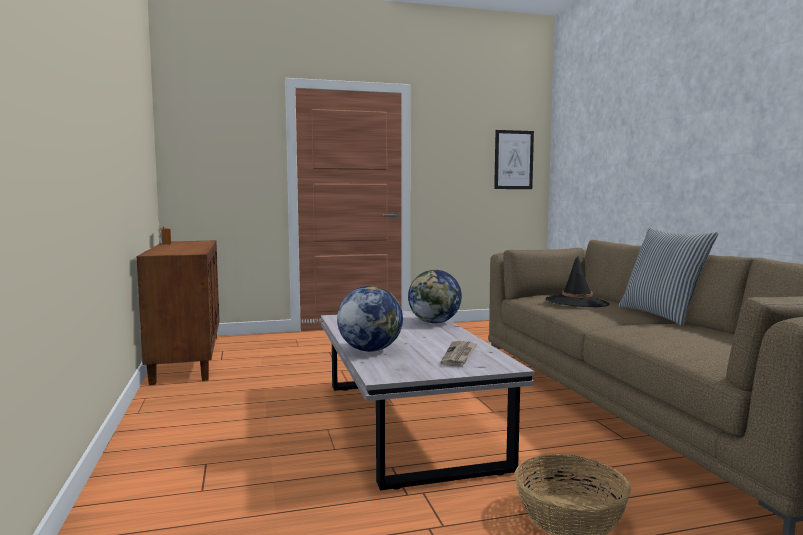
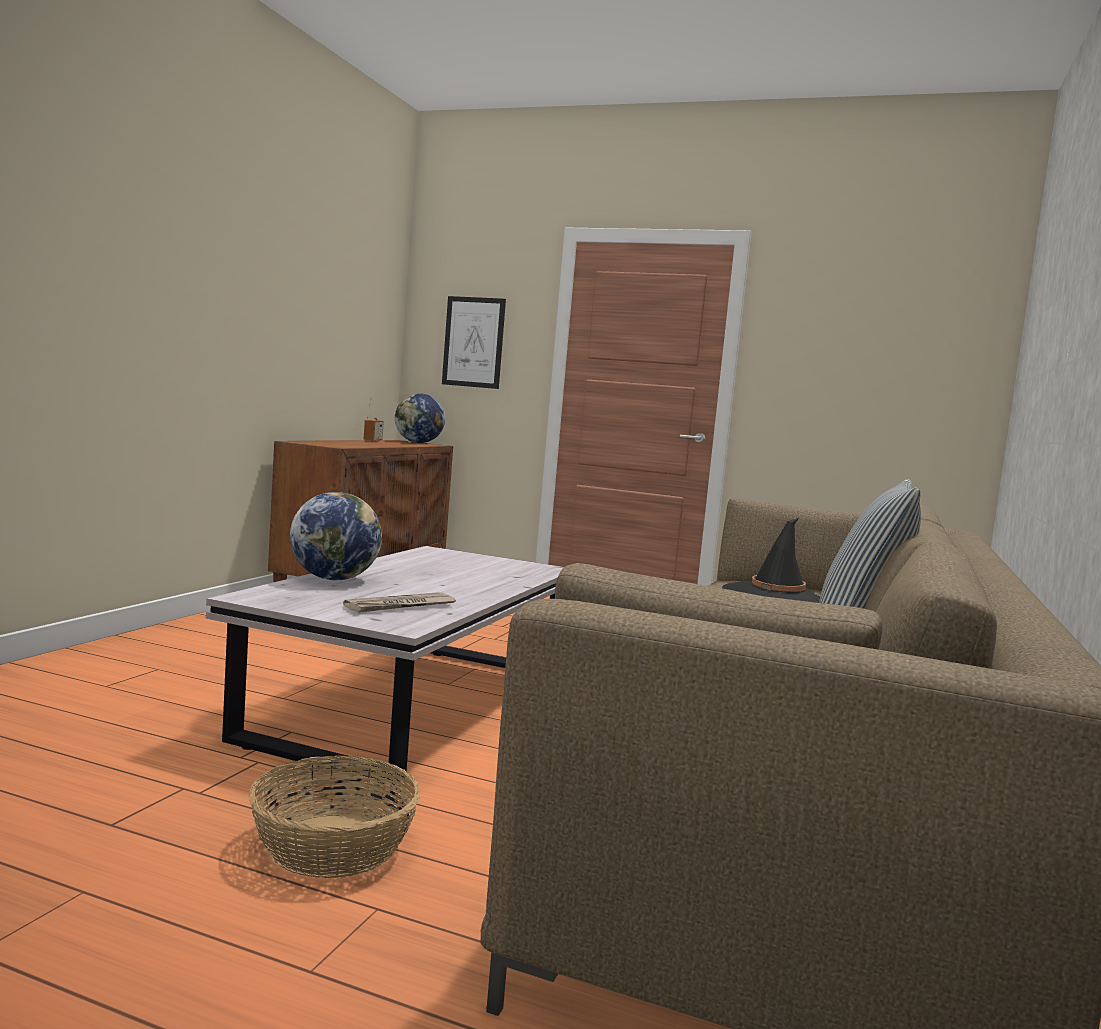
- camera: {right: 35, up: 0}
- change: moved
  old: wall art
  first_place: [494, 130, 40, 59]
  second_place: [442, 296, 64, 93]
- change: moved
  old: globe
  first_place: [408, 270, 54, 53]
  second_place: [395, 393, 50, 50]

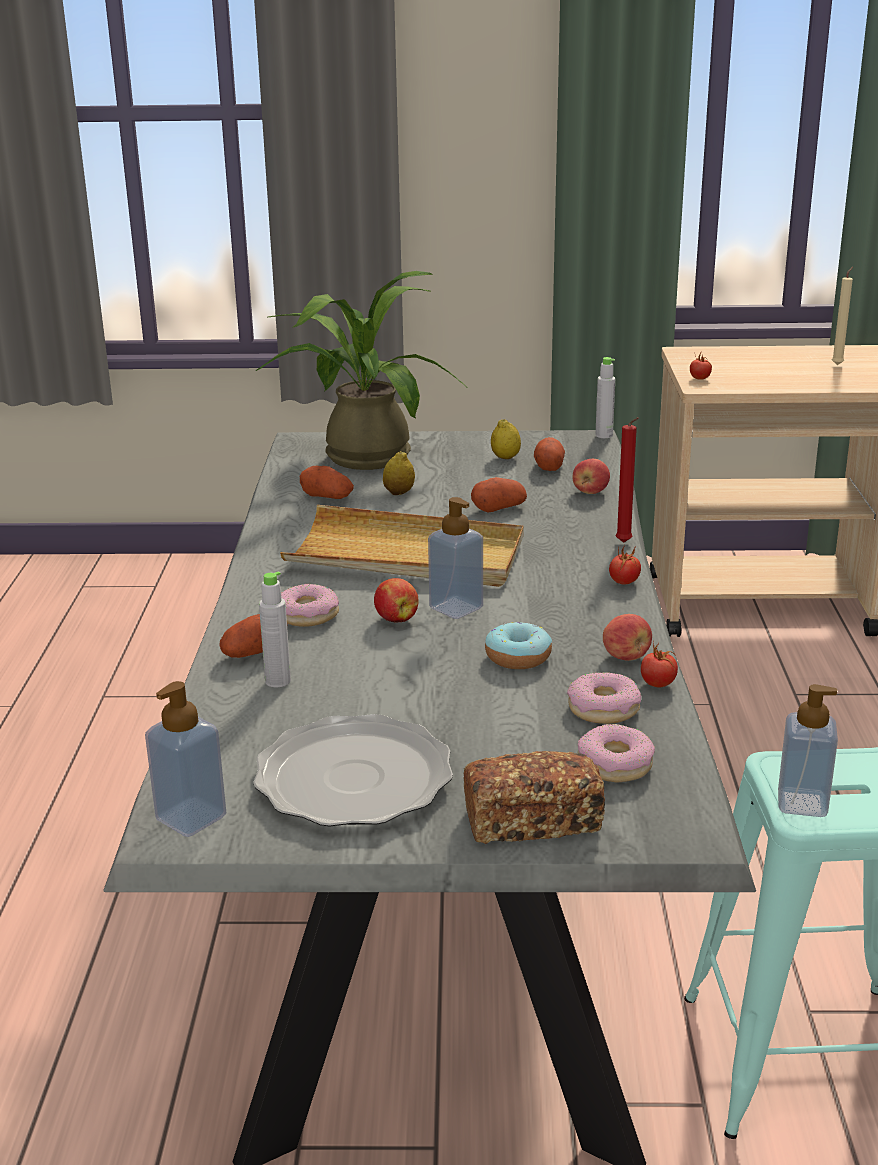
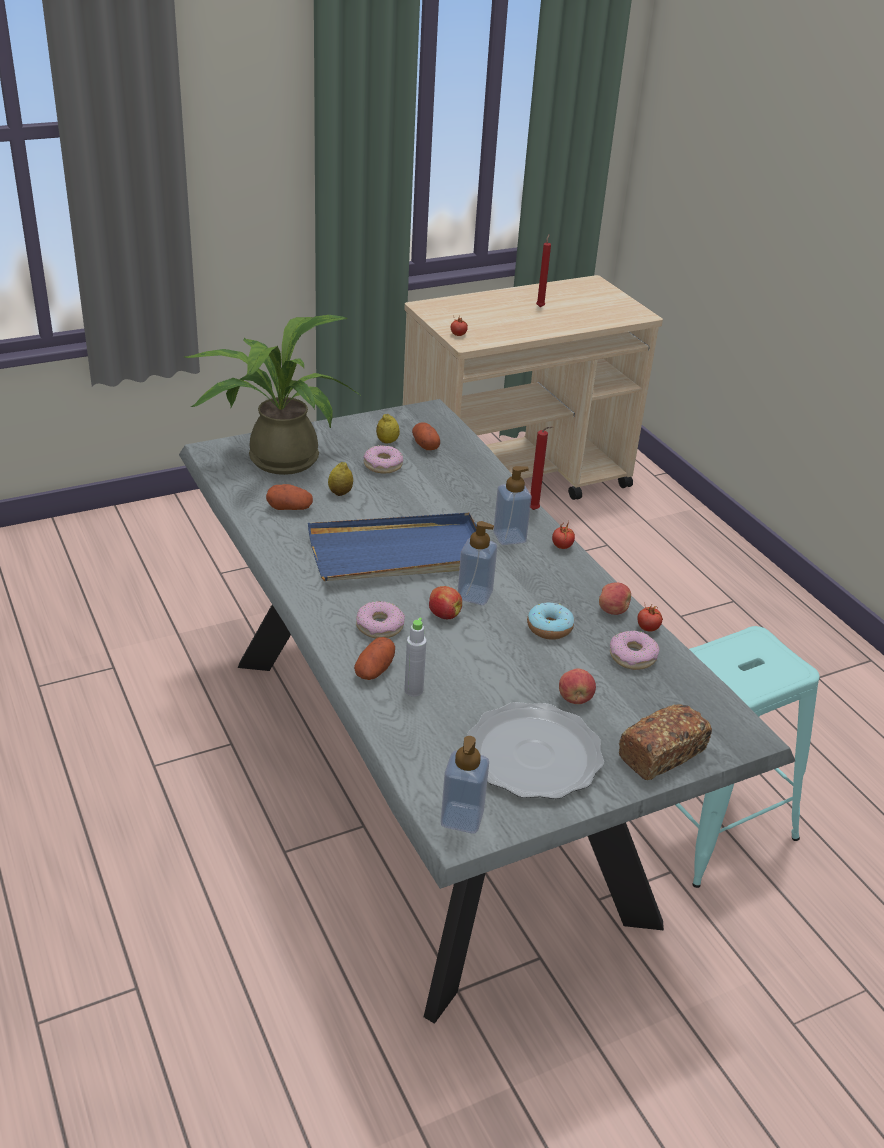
- camera: {right: -30, up: 10}
- change: recoloured
  old: beige-coloured wax light
  new: red wax light
  first_place: [832, 267, 21, 98]
  second_place: [536, 234, 15, 73]
- change: removed
  old: grey beverage bottle
  first_place: [595, 357, 20, 81]
- change: moved
  old: apple
  first_place: [572, 459, 38, 35]
  second_place: [559, 668, 37, 36]
- change: removed
  old: potato
  first_place: [471, 477, 56, 36]
- change: recoloured
  old: beige-coloured carrying tray
  new: bluish carrying tray
  first_place: [280, 505, 244, 82]
  second_place: [308, 513, 169, 68]
- change: moved
  old: liquid soap bottle
  first_place: [778, 684, 60, 133]
  second_place: [493, 466, 39, 79]
- change: moved
  old: ring doughnut
  first_place: [577, 724, 78, 58]
  second_place: [363, 445, 40, 28]

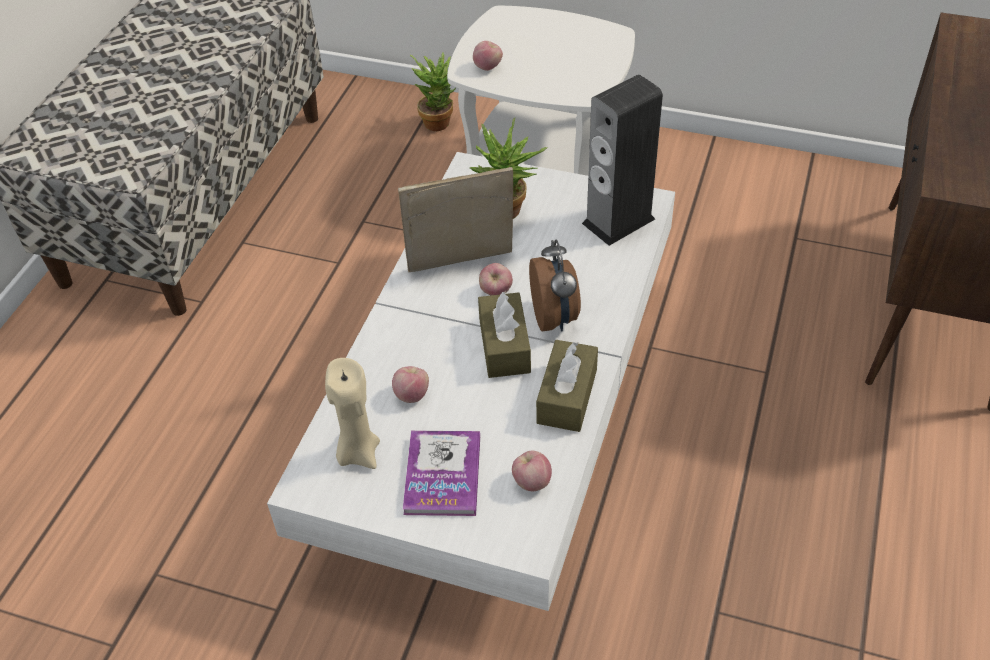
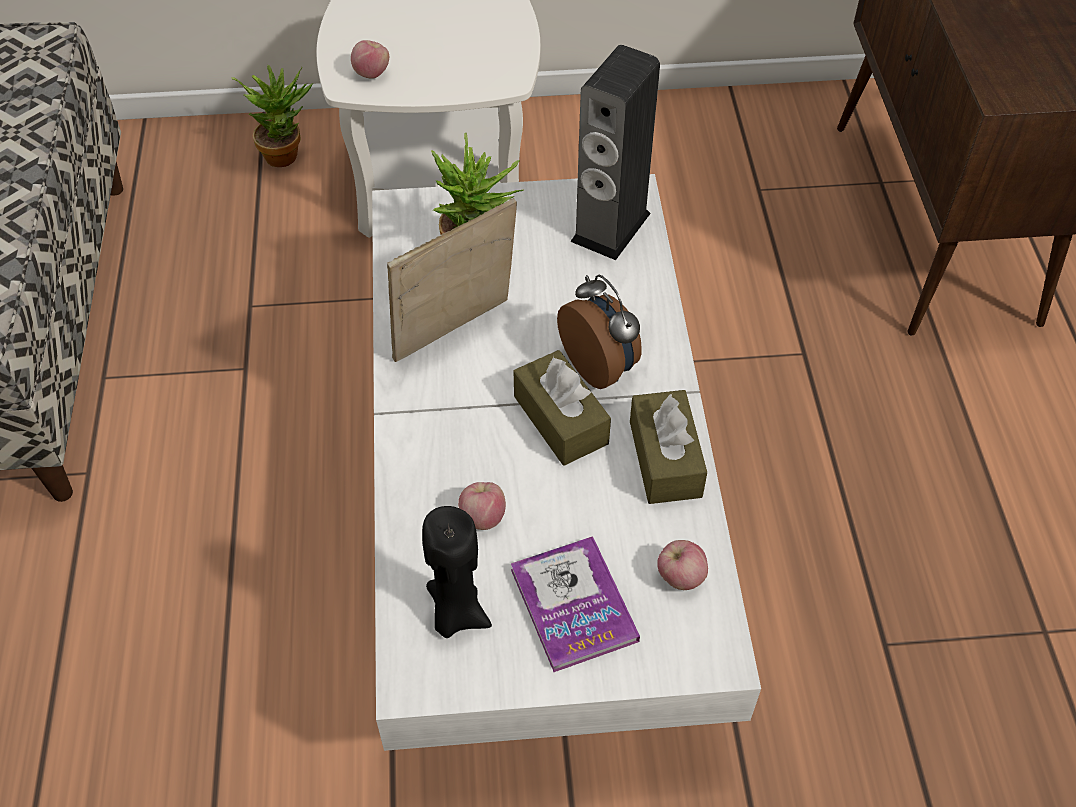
- camera: {right: -25, up: 5}
- change: removed
  old: apple
  first_place: [479, 263, 34, 32]
- change: recoloured
  old: beige-coloured wax light
  new: blackish wax light
  first_place: [325, 358, 55, 111]
  second_place: [422, 506, 70, 132]

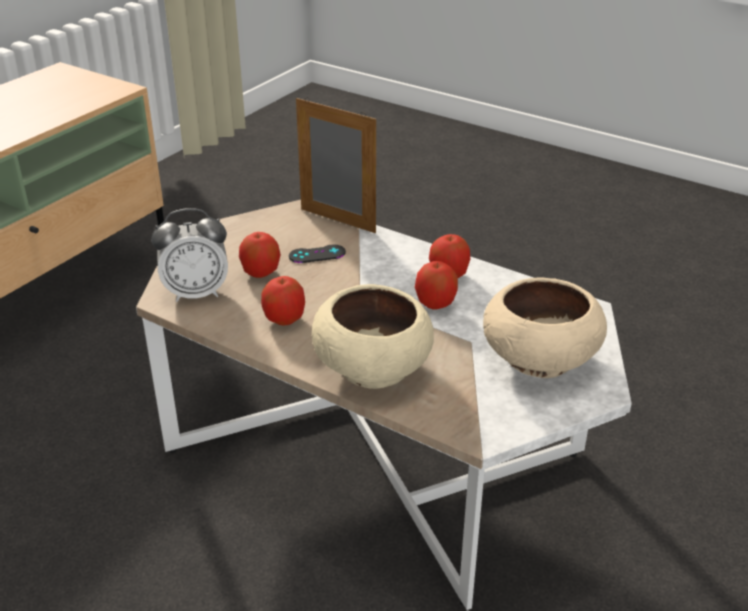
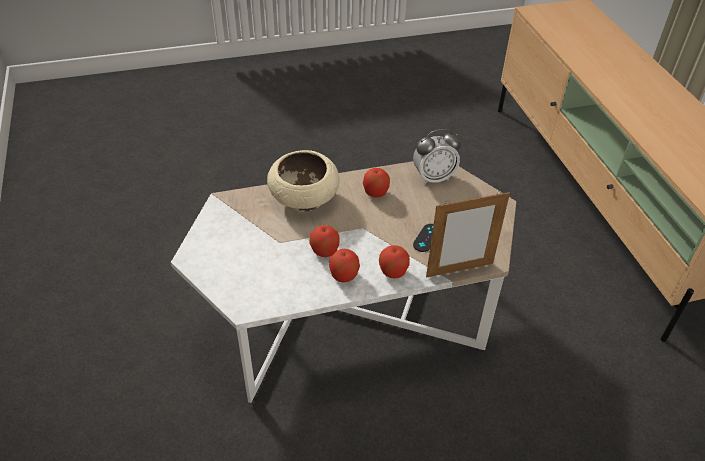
- camera: {right: 130, up: 10}
- change: turned
  old: table clock
  first_place: [151, 208, 77, 94]
  second_place: [413, 129, 48, 55]
  degrees: -135
- change: moved
  old: apple
  first_place: [239, 232, 42, 46]
  second_place: [379, 245, 31, 34]
- change: removed
  old: beige-coloured serving bowl
  first_place: [483, 277, 124, 101]

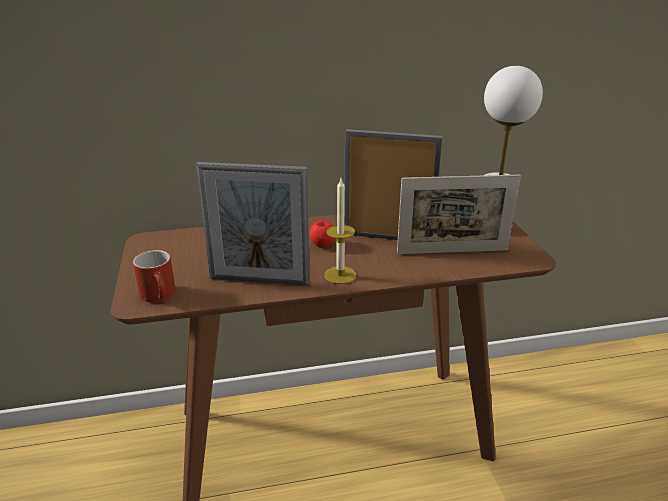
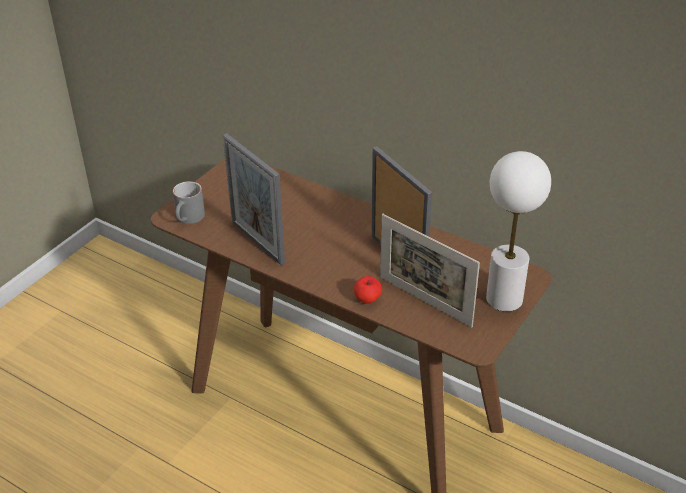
- camera: {right: 45, up: 10}
- change: removed
  old: wax light
  first_place: [324, 179, 32, 105]
- change: moved
  old: apple
  first_place: [309, 221, 27, 27]
  second_place: [354, 276, 28, 28]
- change: recoloured
  old: red mug
  new: grey mug
  first_place: [133, 250, 43, 53]
  second_place: [173, 181, 32, 43]

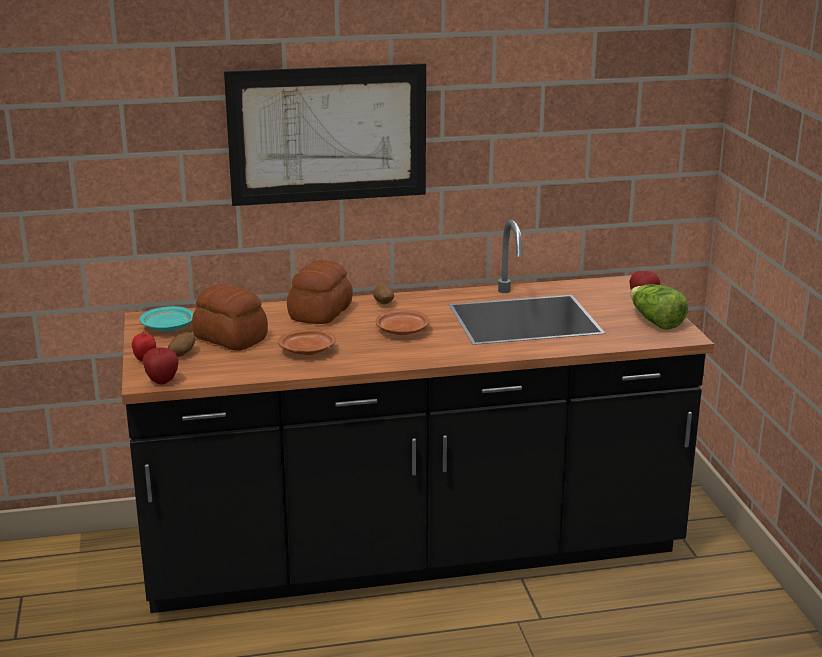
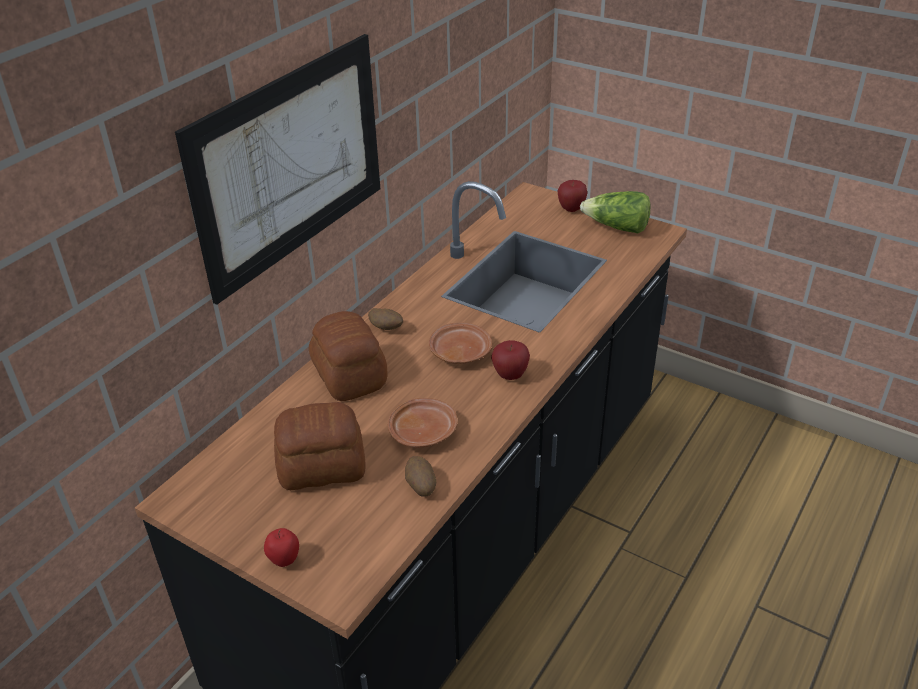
- camera: {right: -45, up: 15}
- change: removed
  old: blue-green dinner plate
  first_place: [140, 306, 54, 26]
- change: moved
  old: potato
  first_place: [168, 332, 27, 25]
  second_place: [405, 456, 31, 40]
- change: moved
  old: apple
  first_place: [142, 347, 37, 37]
  second_place: [491, 340, 39, 40]

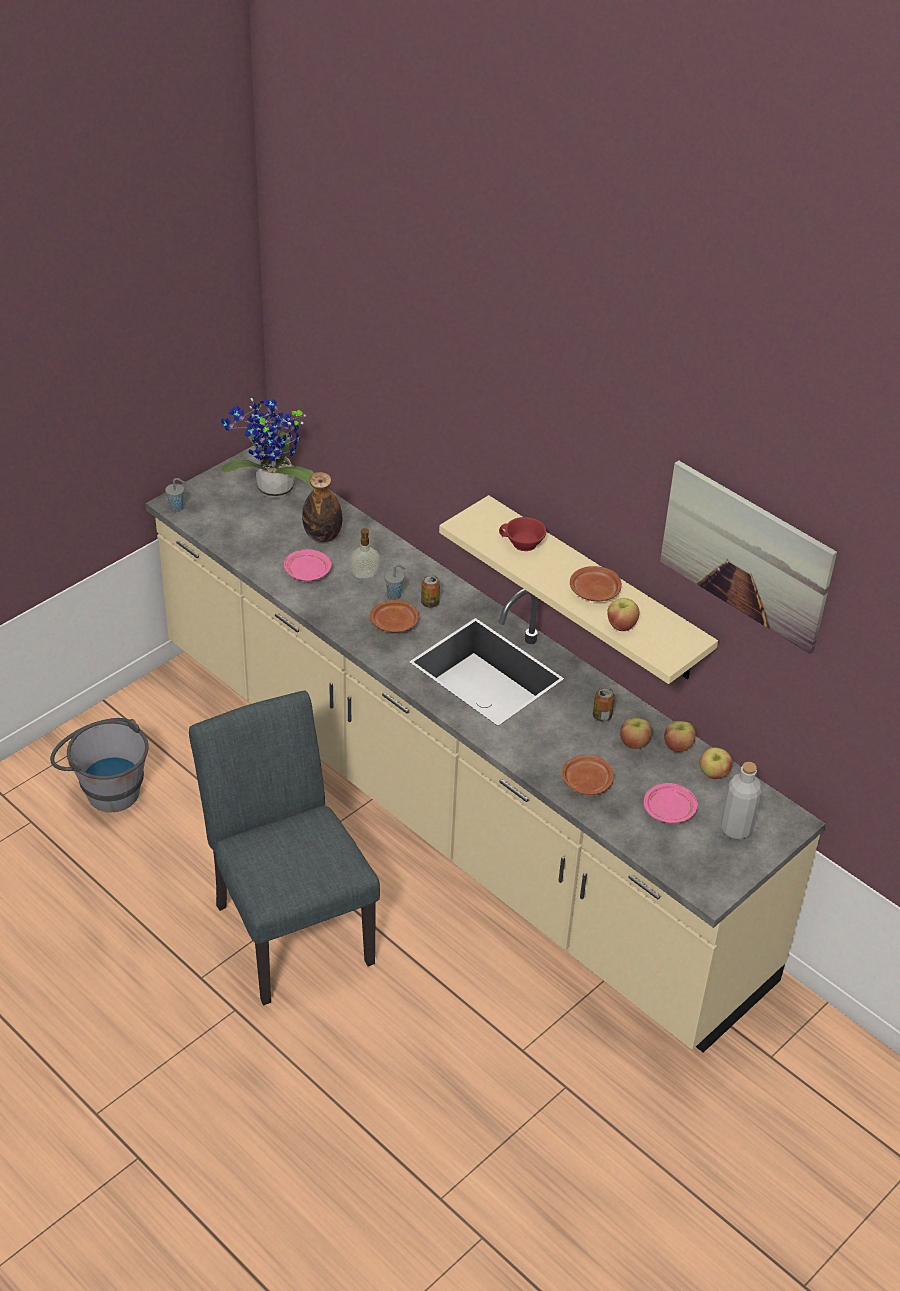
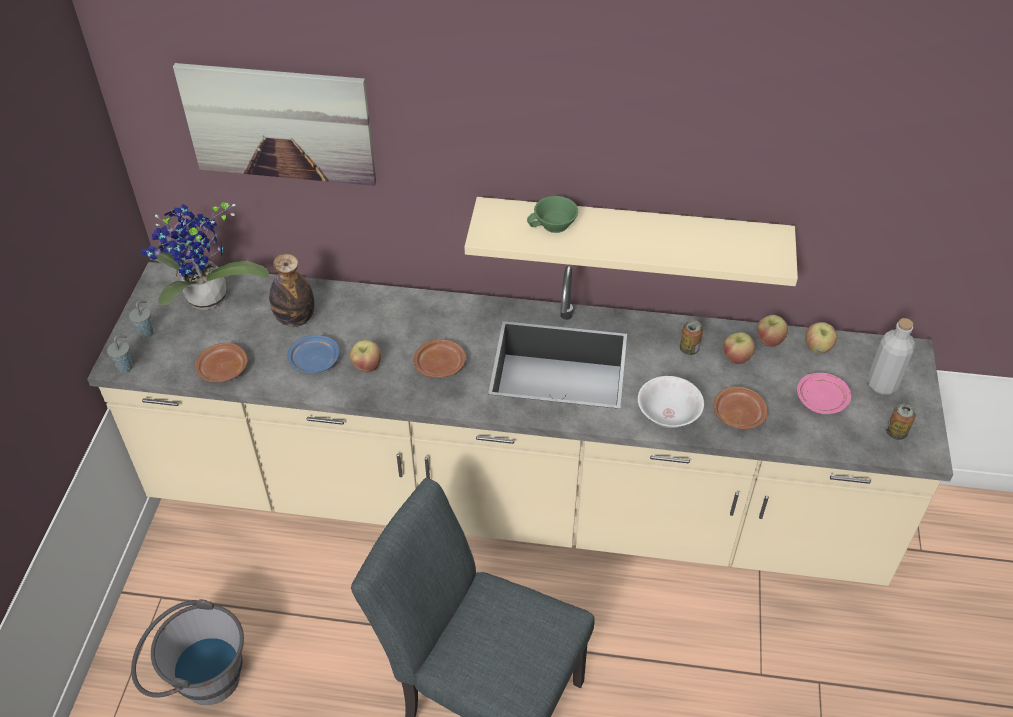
- camera: {right: -35, up: 5}
- change: moved
  old: wall art
  first_place: [660, 460, 177, 194]
  second_place: [173, 63, 203, 123]
- change: recoloured
  old: red drinking cup
  new: green-coloured drinking cup
  first_place: [499, 517, 47, 34]
  second_place: [527, 196, 51, 37]
- change: removed
  old: liquid soap bottle
  first_place: [349, 528, 32, 51]
- change: recoloured
  old: pink-coloured dinner plate
  new: bluish dinner plate
  first_place: [284, 549, 48, 32]
  second_place: [287, 335, 53, 39]
- change: moved
  old: grey drinking cup
  first_place: [385, 564, 21, 36]
  second_place: [129, 300, 25, 38]
- change: moved
  old: brownish dinner plate
  first_place: [570, 566, 52, 35]
  second_place: [195, 343, 53, 39]
- change: moved
  old: can
  first_place: [421, 575, 19, 33]
  second_place: [886, 404, 30, 36]
- change: moved
  old: apple
  first_place: [607, 598, 32, 33]
  second_place: [350, 340, 31, 32]
- change: added
  new: whitish serving bowl
  second_place: [638, 376, 66, 52]

